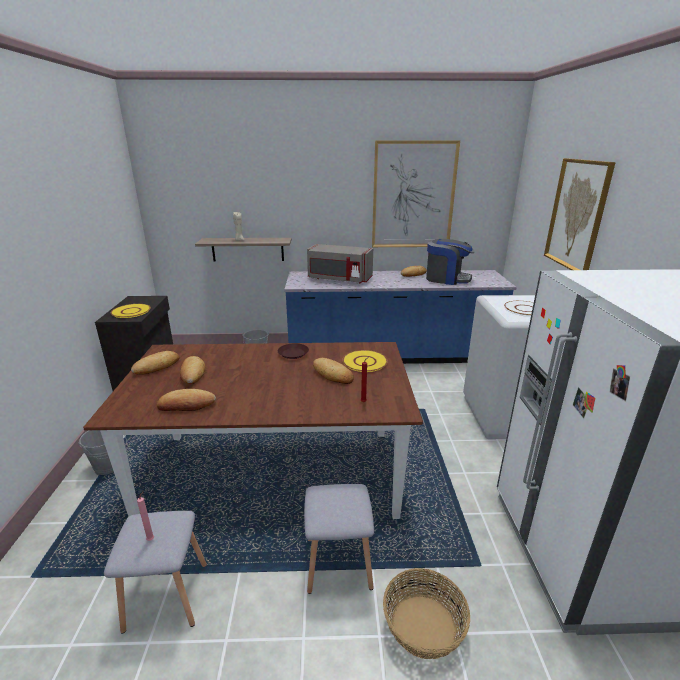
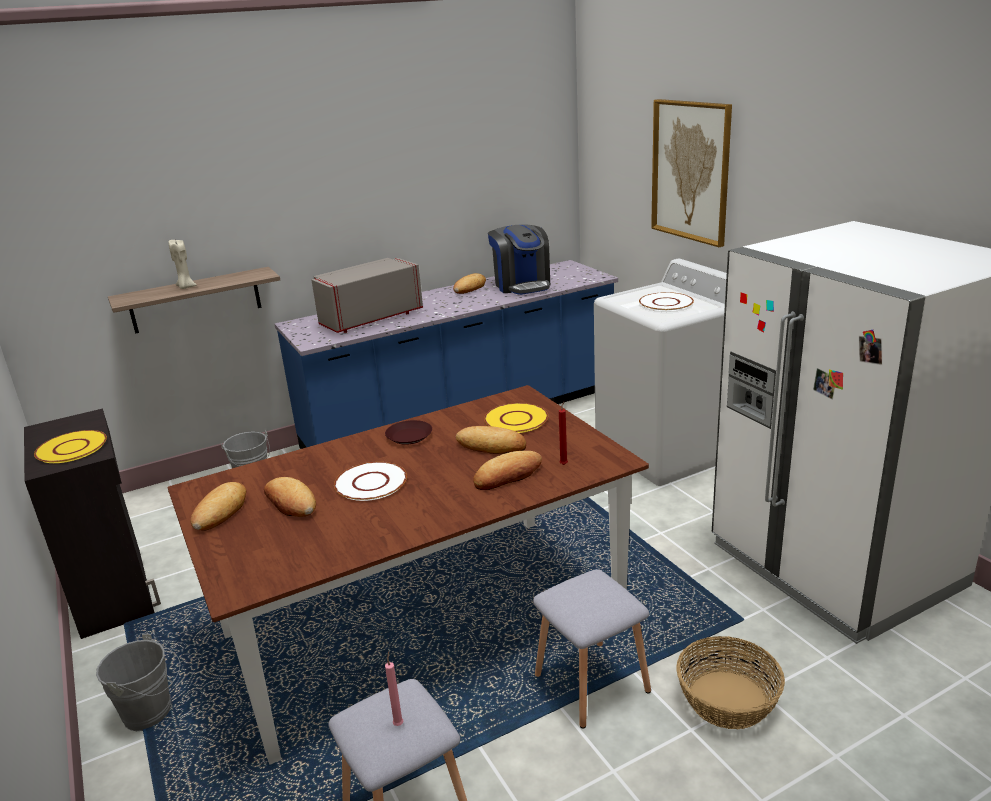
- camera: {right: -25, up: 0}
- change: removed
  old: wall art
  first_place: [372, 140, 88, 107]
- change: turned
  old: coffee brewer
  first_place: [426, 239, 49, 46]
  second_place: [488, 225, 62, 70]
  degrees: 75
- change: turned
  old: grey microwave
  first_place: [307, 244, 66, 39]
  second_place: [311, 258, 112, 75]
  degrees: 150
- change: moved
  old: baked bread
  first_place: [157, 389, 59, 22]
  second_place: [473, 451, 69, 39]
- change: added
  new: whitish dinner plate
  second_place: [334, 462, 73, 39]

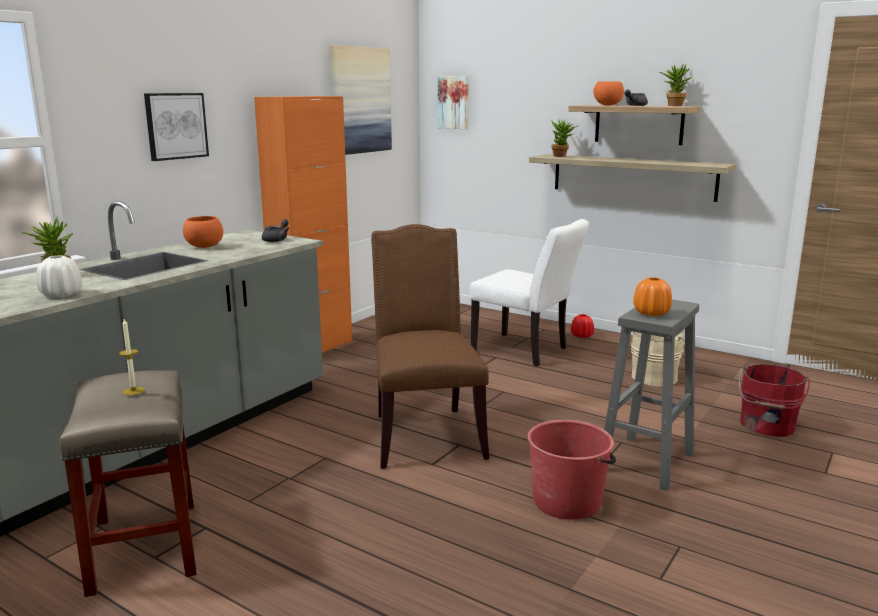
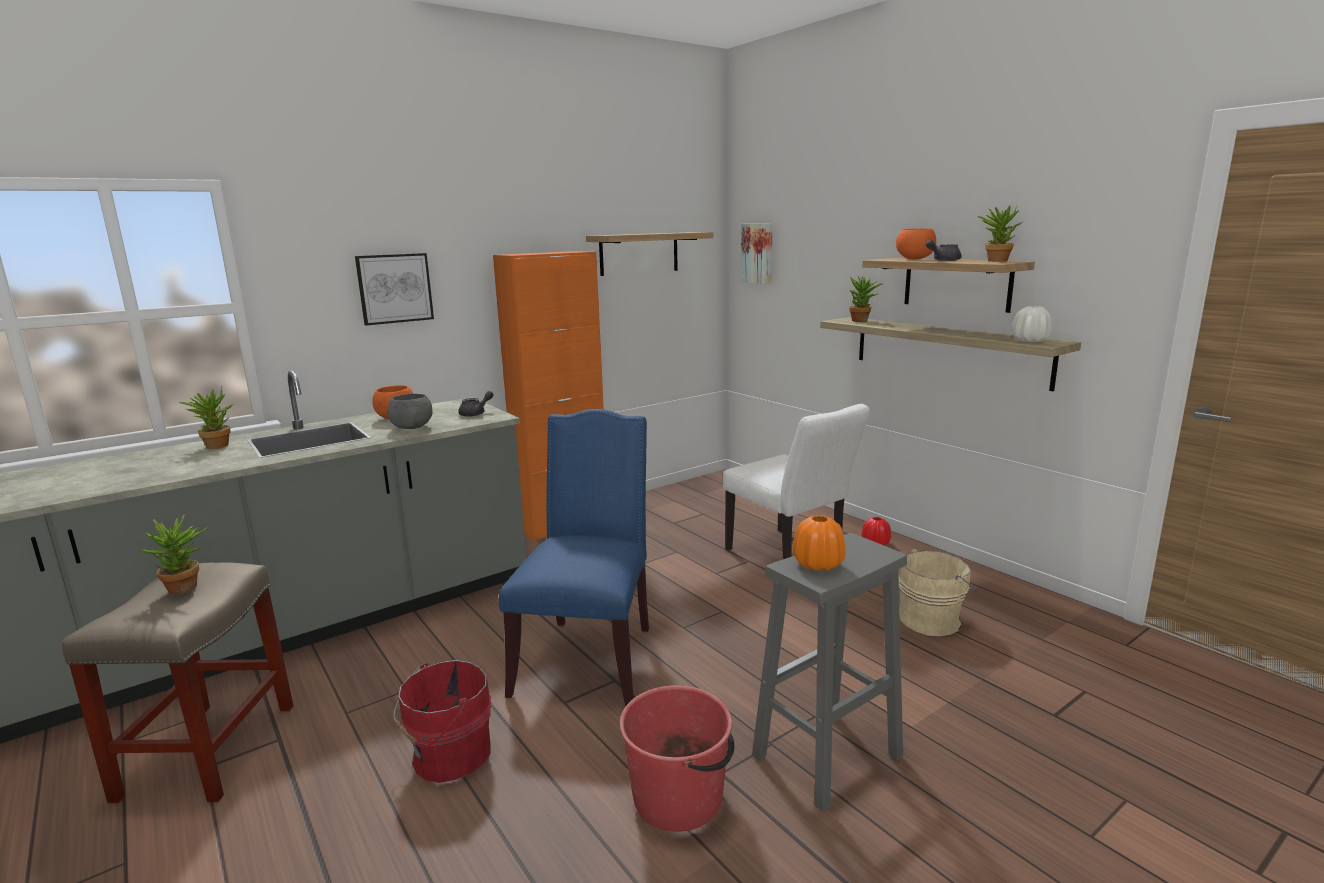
- camera: {right: 20, up: 0}
- change: replaced
  old: wall art
  new: wall shelf
  first_place: [329, 45, 63, 110]
  second_place: [586, 232, 127, 44]
- change: recoloured
  old: brownish plain chair
  new: bluish plain chair
  first_place: [371, 224, 119, 245]
  second_place: [499, 409, 150, 298]
- change: moved
  old: whitish vase
  first_place: [36, 255, 46, 43]
  second_place: [1011, 306, 41, 36]
- change: replaced
  old: wax light
  new: potted plant
  first_place: [119, 319, 26, 76]
  second_place: [141, 515, 68, 79]
- change: moved
  old: red bucket
  first_place: [739, 364, 71, 73]
  second_place: [393, 660, 98, 123]
- change: added
  new: grey serving bowl
  second_place: [388, 394, 45, 35]

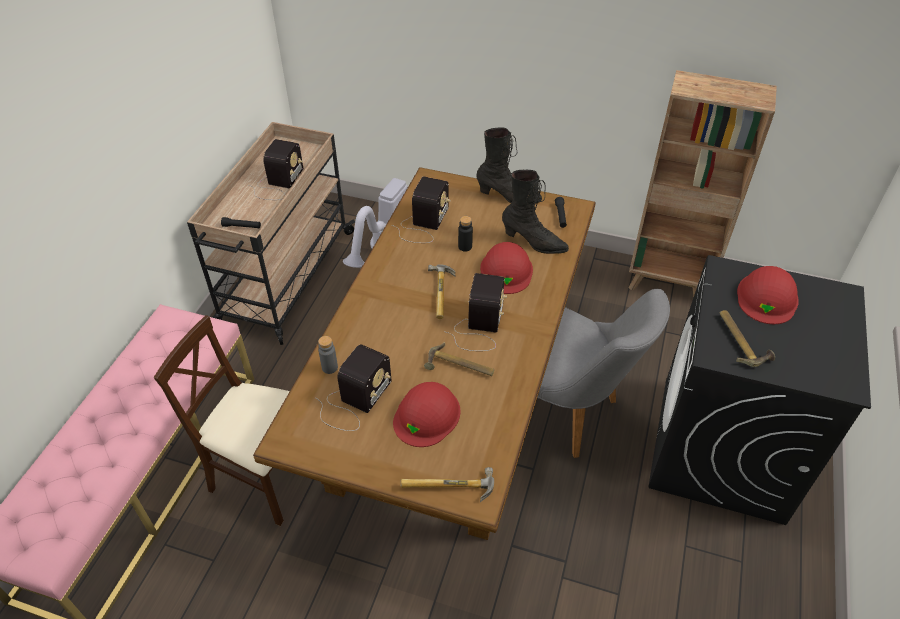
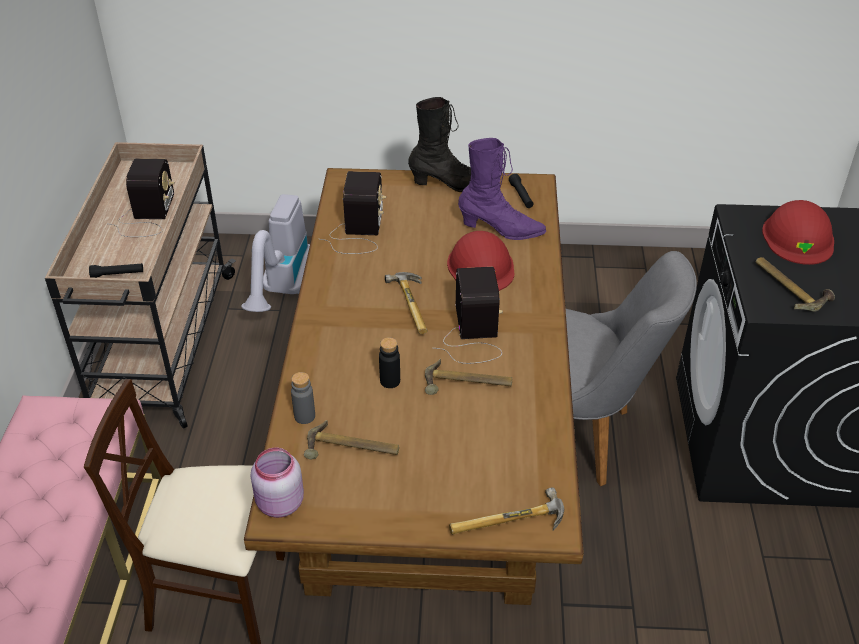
- camera: {right: -15, up: -5}
- change: removed
  old: brownish bookshelf
  first_place: [629, 70, 148, 228]
- change: recoloured
  old: blackish high-top boot
  new: purple-coloured high-top boot
  first_place: [502, 170, 67, 84]
  second_place: [458, 138, 88, 102]
- change: moved
  old: blackish beverage bottle
  first_place: [458, 216, 15, 36]
  second_place: [379, 337, 21, 51]
- change: replaced
  old: radio set
  new: hand hammer
  first_place: [316, 344, 76, 87]
  second_place: [304, 420, 95, 39]
- change: removed
  old: red hard hat
  first_place: [393, 382, 67, 65]
- change: added
  new: pink-coloured jar
  second_place: [250, 448, 54, 70]

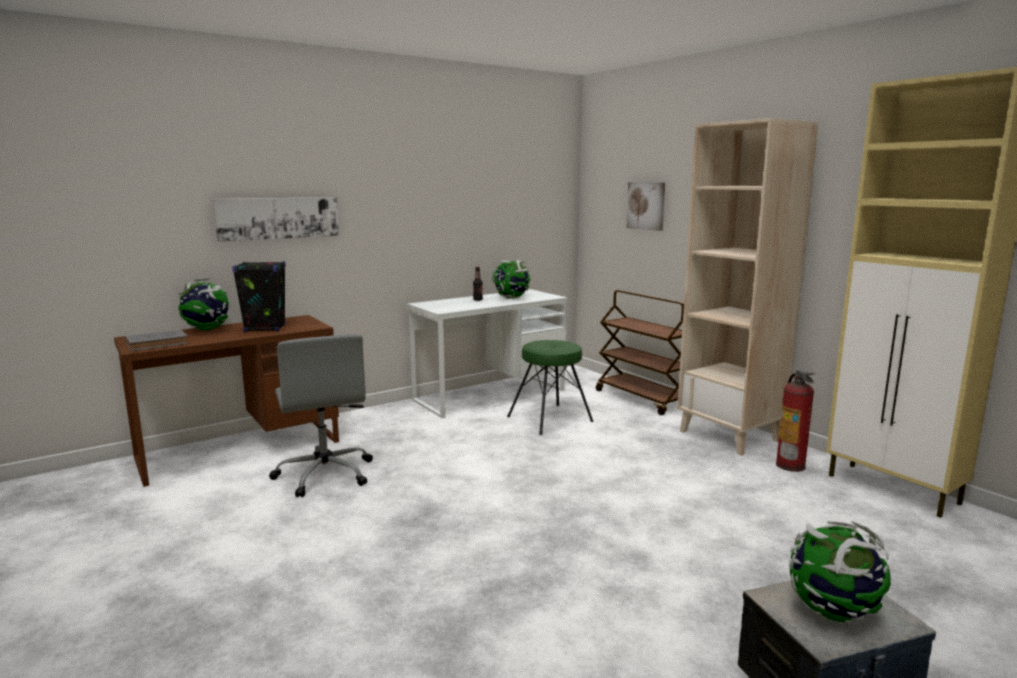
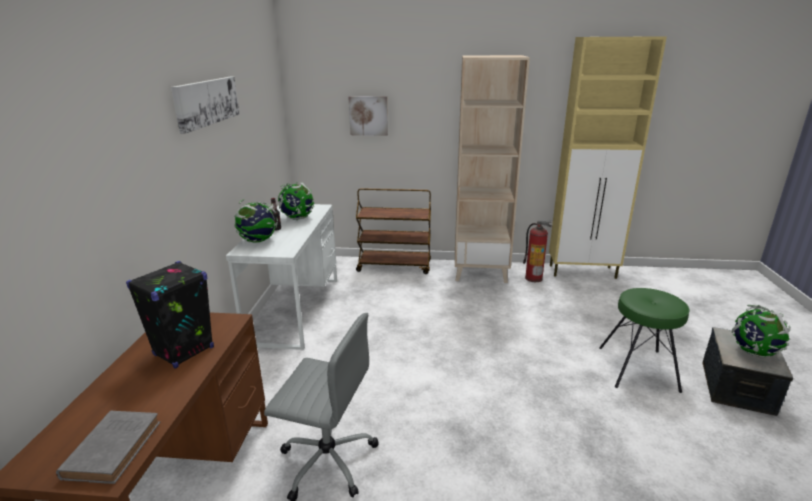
- camera: {right: -50, up: 10}
- change: moved
  old: wall art
  first_place: [213, 197, 126, 45]
  second_place: [171, 77, 69, 57]
- change: moved
  old: globe
  first_place: [178, 278, 52, 52]
  second_place: [234, 199, 44, 44]
- change: moved
  old: green-coloured stool
  first_place: [507, 340, 87, 95]
  second_place: [599, 288, 90, 105]

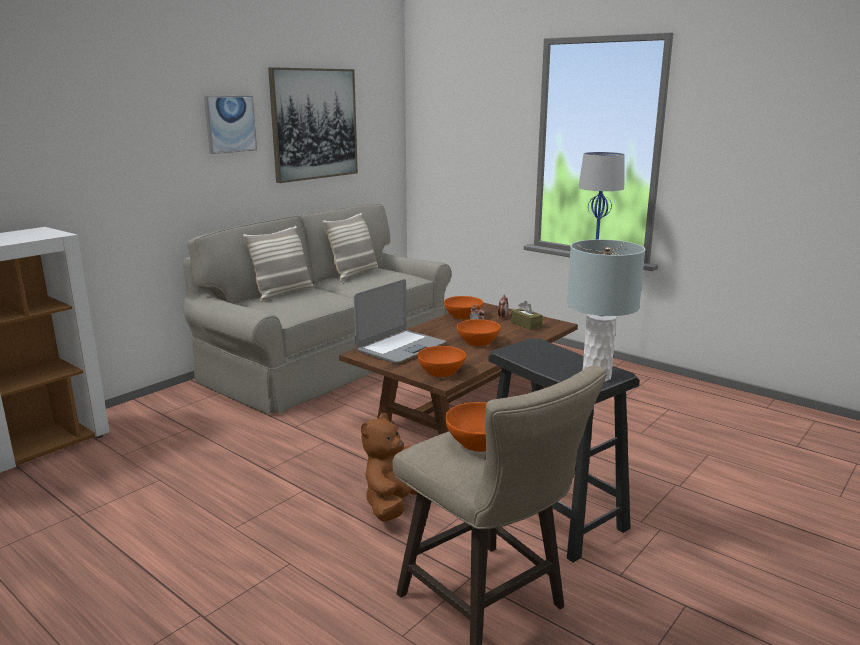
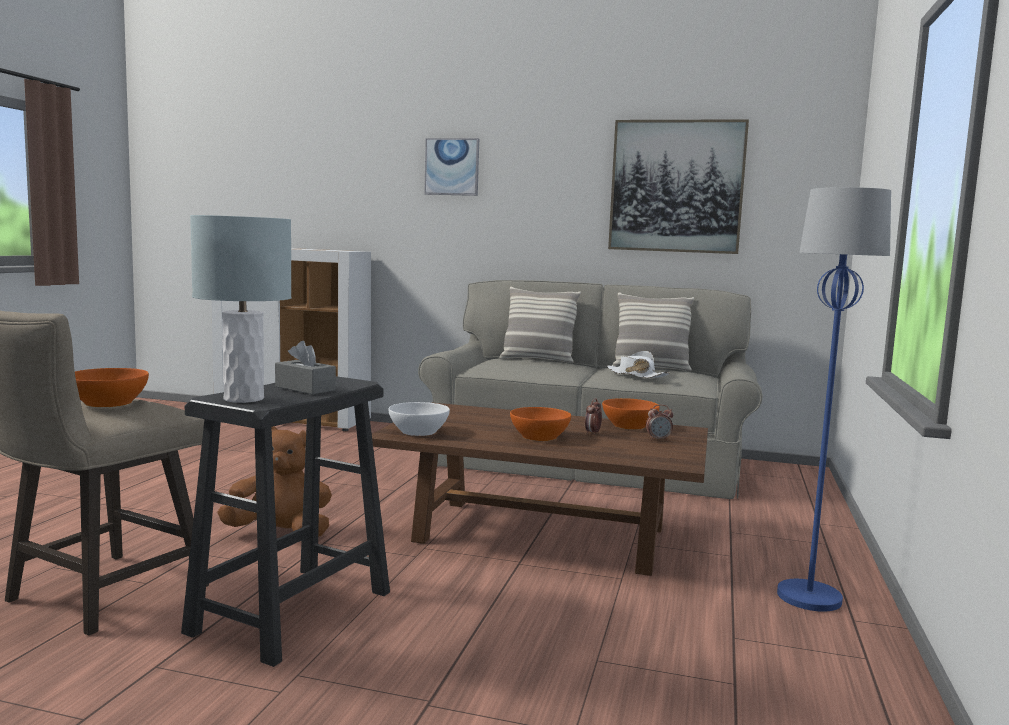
- camera: {right: 65, up: -10}
- change: moved
  old: wall art
  first_place: [204, 96, 53, 58]
  second_place: [424, 138, 55, 58]
- change: removed
  old: laptop
  first_place: [354, 279, 92, 84]
- change: removed
  old: brownish tissue holder
  first_place: [511, 301, 32, 29]
- change: recoloured
  old: orange-coloured serving bowl
  new: whitish serving bowl
  first_place: [417, 346, 49, 31]
  second_place: [388, 402, 62, 34]
- change: added
  new: grey tissue holder
  second_place: [275, 341, 61, 53]
- change: added
  new: whitish clothing hat
  second_place: [607, 351, 63, 27]

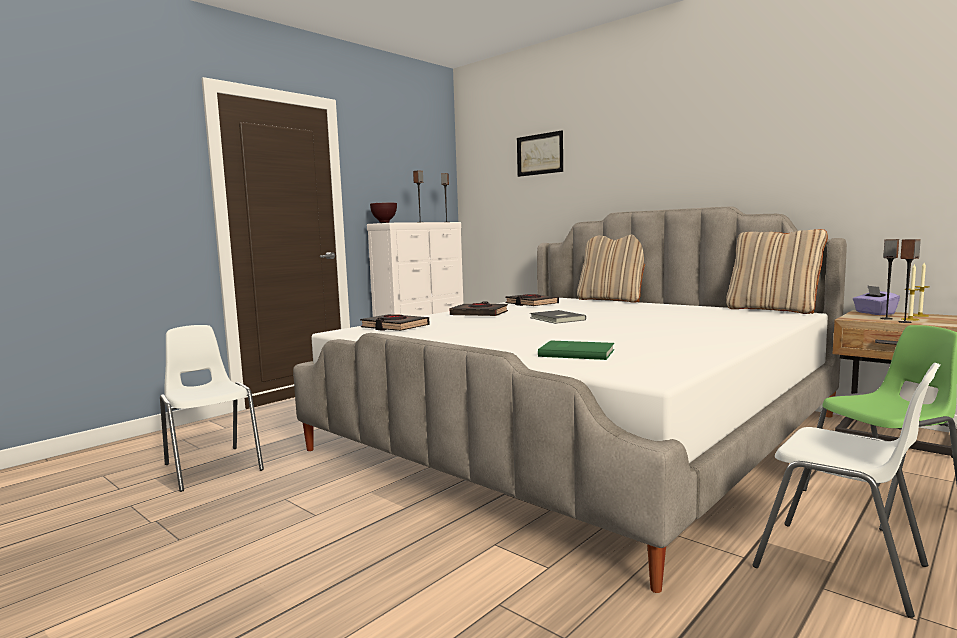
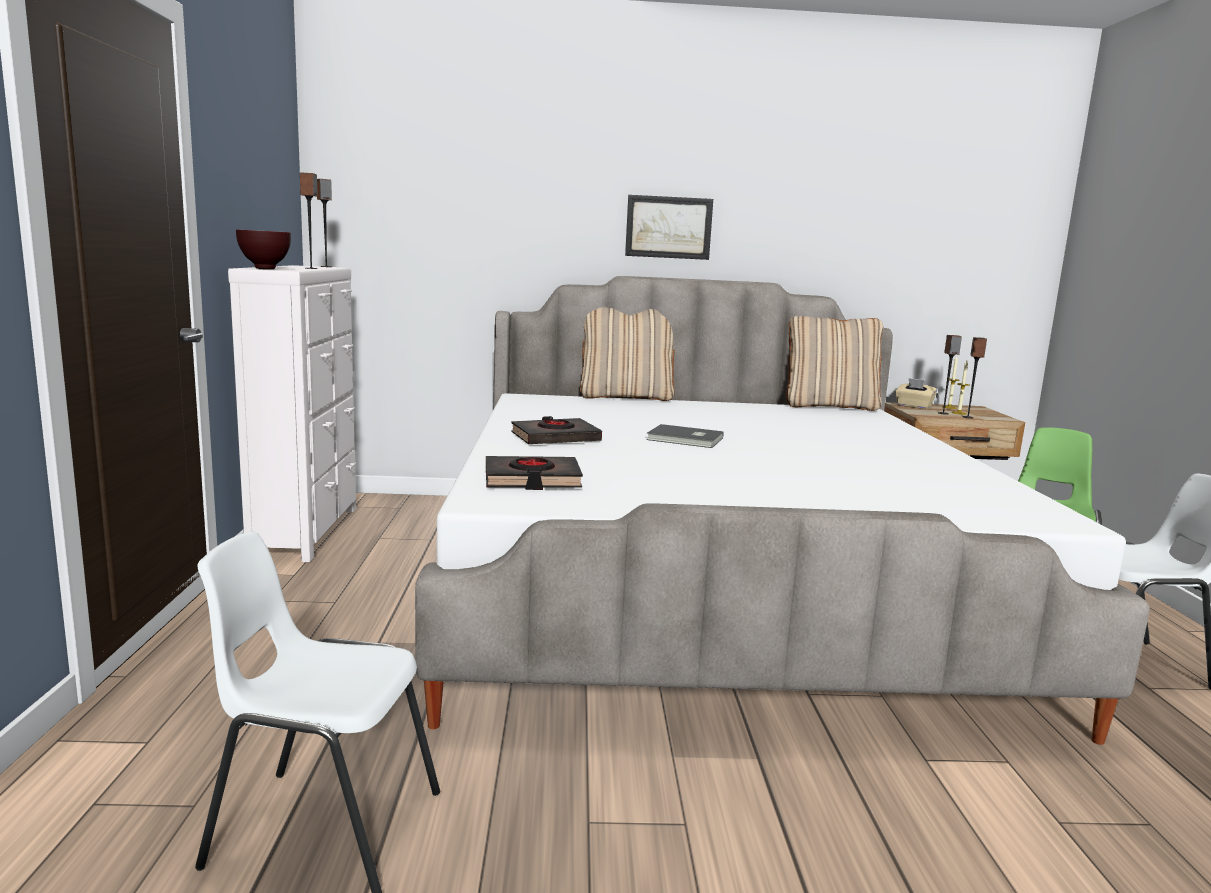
- camera: {right: -45, up: 5}
- change: moved
  old: wall art
  first_place: [517, 130, 46, 47]
  second_place: [625, 195, 88, 65]
- change: recoloured
  old: purple-coloured tissue holder
  new: beige-coloured tissue holder
  first_place: [853, 285, 47, 30]
  second_place: [895, 378, 42, 31]
- change: removed
  old: blackish book
  first_place: [505, 294, 54, 12]
- change: removed
  old: green-coloured book
  first_place: [538, 340, 76, 20]

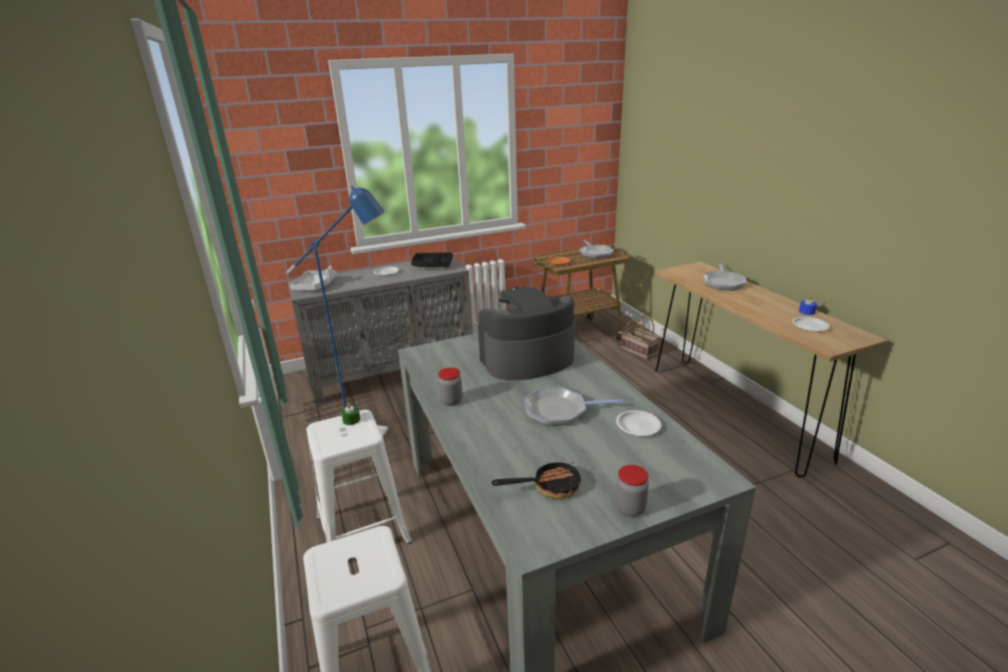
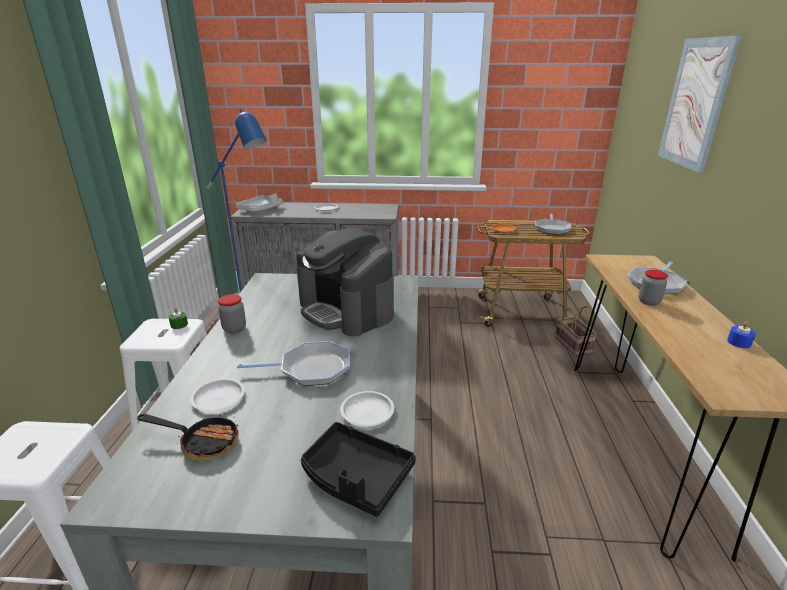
- camera: {right: 25, up: 0}
- change: moved
  old: blackish carrying tray
  first_place: [411, 252, 42, 15]
  second_place: [301, 422, 115, 95]
- change: turned
  old: coffee brewer
  first_place: [478, 286, 97, 95]
  second_place: [296, 228, 98, 108]
  degrees: -135
- change: moved
  old: whitish dinner plate
  first_place: [792, 317, 38, 15]
  second_place: [190, 379, 55, 32]
- change: turned
  old: frying pan
  first_place: [524, 387, 99, 39]
  second_place: [237, 341, 113, 45]
  degrees: 150
- change: moved
  old: jar
  first_place: [615, 465, 34, 51]
  second_place: [638, 270, 30, 36]
- change: added
  new: wall art
  second_place: [658, 35, 84, 138]

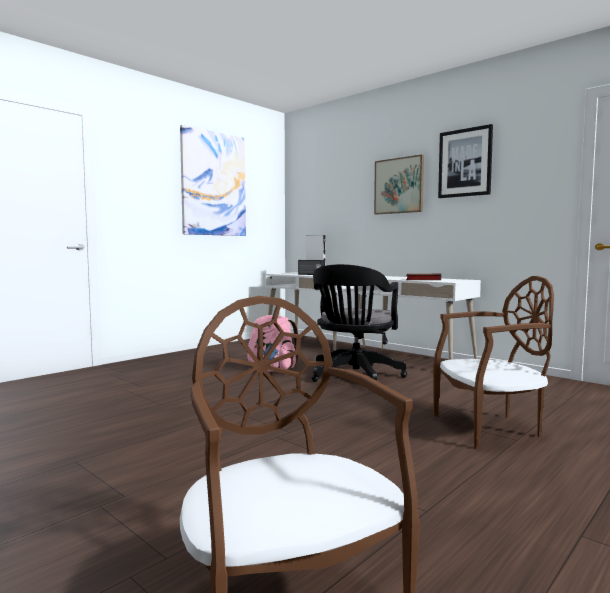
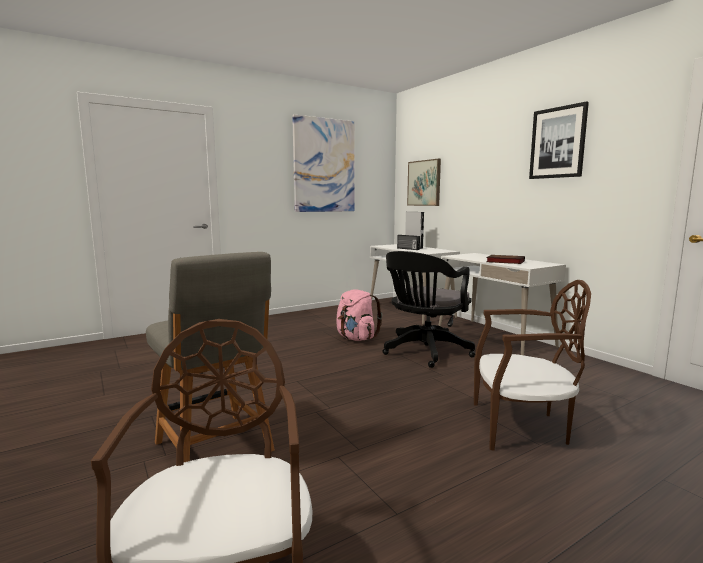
- camera: {right: 15, up: 5}
- change: moved
  old: wall art
  first_place: [374, 154, 50, 60]
  second_place: [407, 159, 34, 47]
- change: added
  new: grey plain chair
  second_place: [146, 252, 129, 210]

